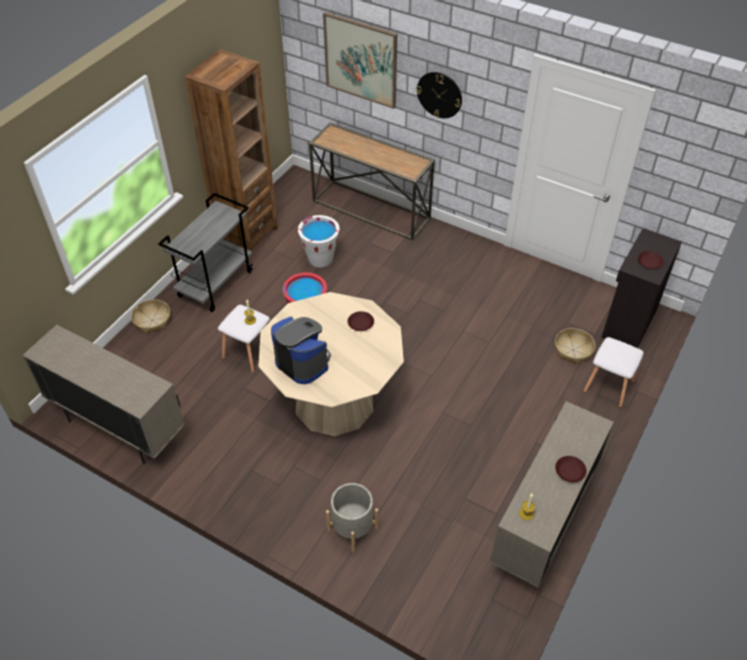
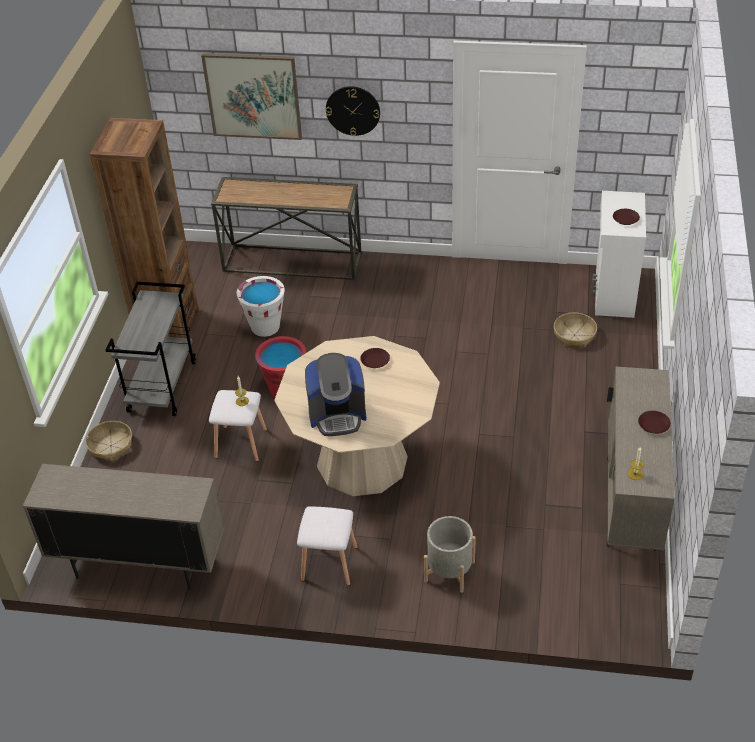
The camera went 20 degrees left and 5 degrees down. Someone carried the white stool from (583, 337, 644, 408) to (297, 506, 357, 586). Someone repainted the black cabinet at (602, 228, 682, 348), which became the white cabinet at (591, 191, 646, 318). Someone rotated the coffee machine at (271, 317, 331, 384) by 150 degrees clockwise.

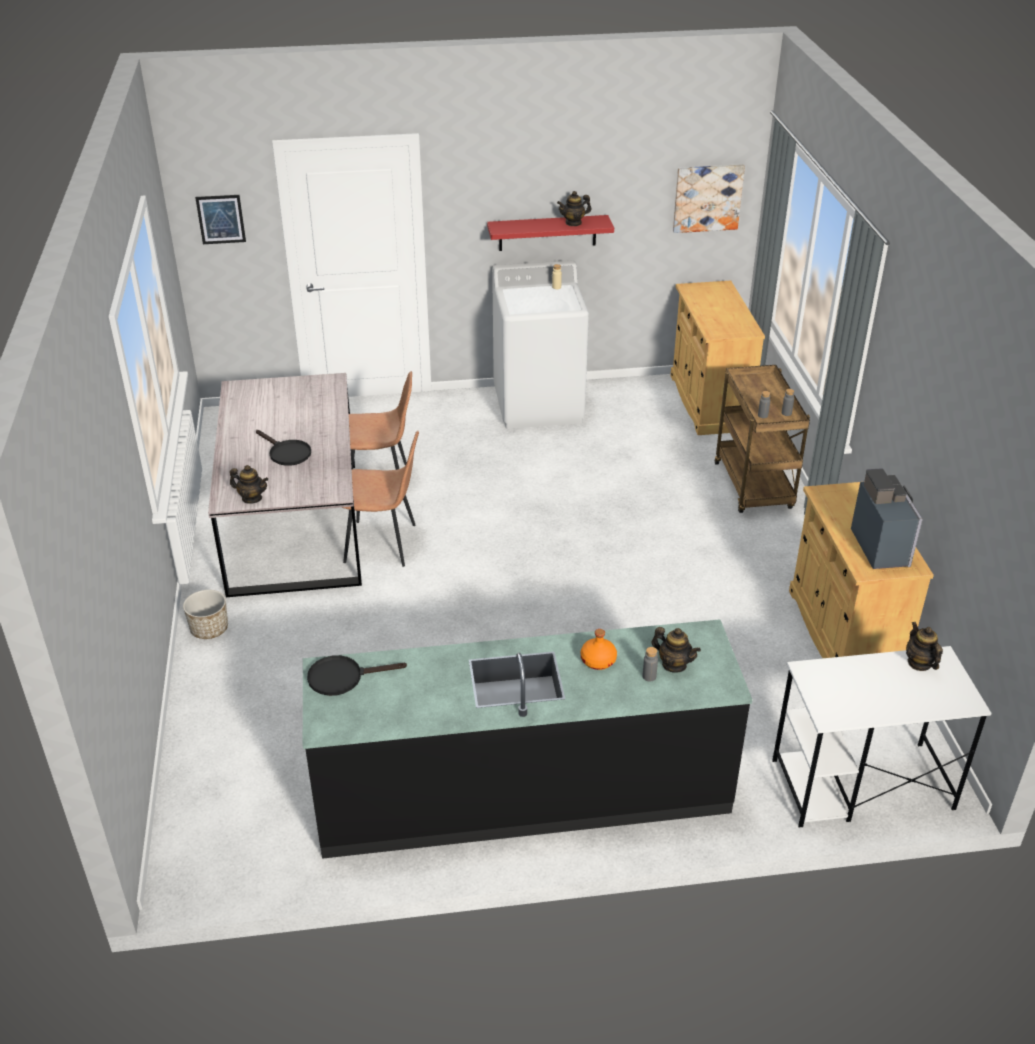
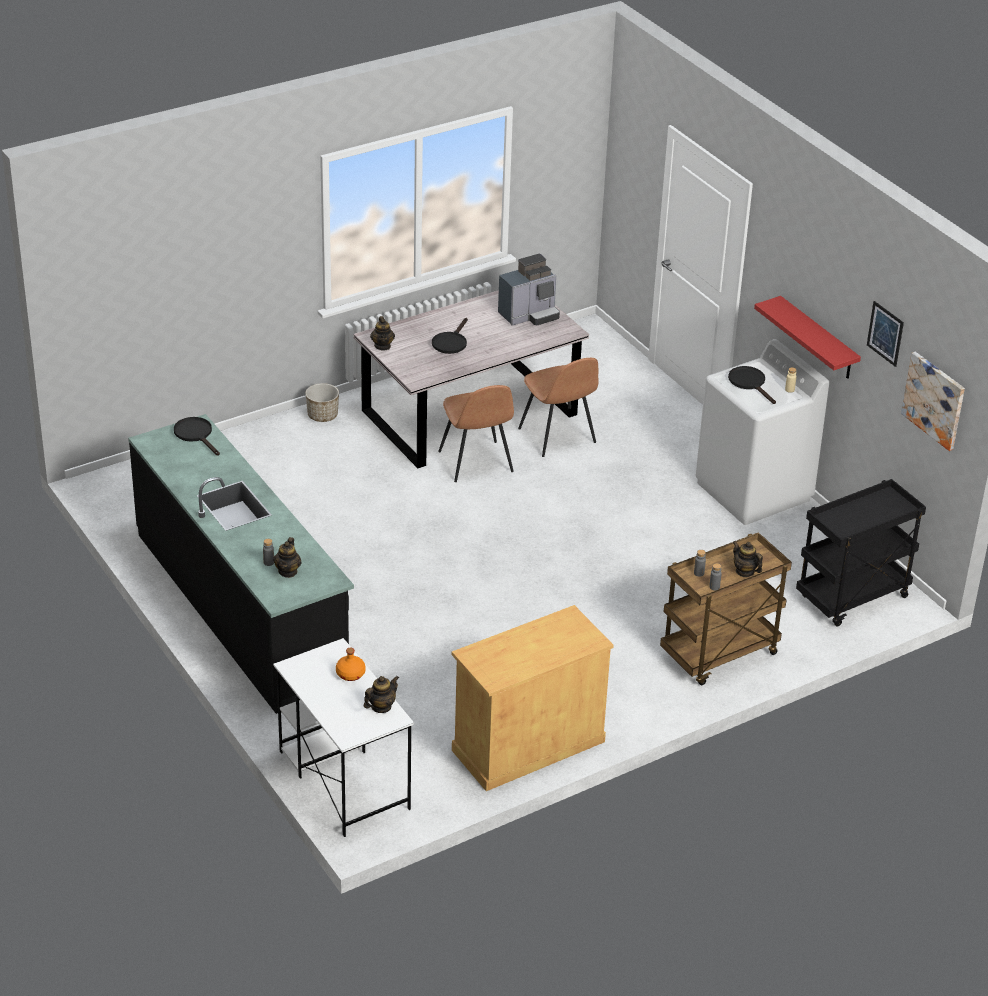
The camera went 65 degrees right and 0 degrees up. Someone put down the black frying pan at (728, 366, 776, 404). Someone carried the picture from (195, 195, 246, 244) to (867, 301, 904, 367). Someone carried the teapot from (557, 191, 591, 226) to (733, 541, 763, 577). Someone carried the orange bottle from (581, 629, 617, 670) to (336, 648, 366, 681). Someone carried the coffee machine from (851, 468, 923, 569) to (498, 254, 560, 326). Someone swapped the beige cabinet at (671, 281, 765, 435) for the black cart at (796, 479, 926, 627).

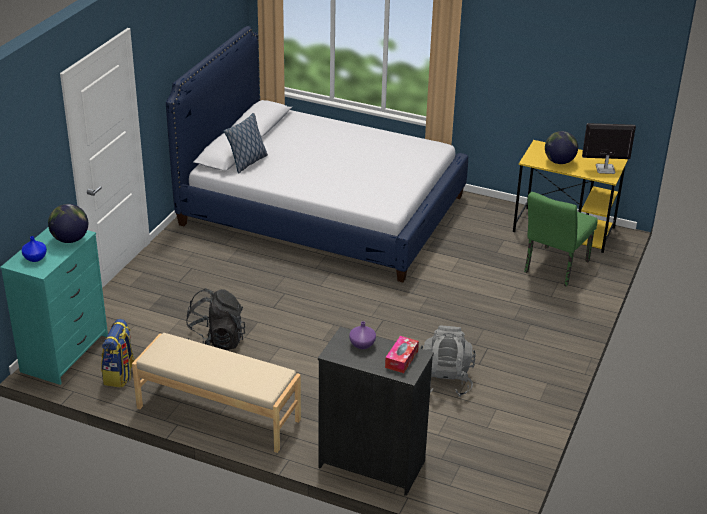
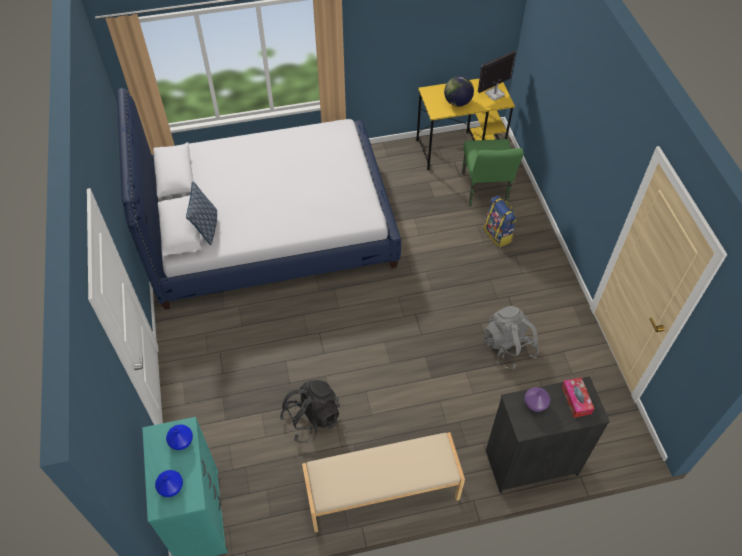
The camera went 35 degrees left and 20 degrees up. Someone carried the backpack from (101, 319, 135, 388) to (484, 196, 516, 247). Someone swapped the globe at (48, 204, 88, 243) for the blue vase at (166, 424, 193, 450).

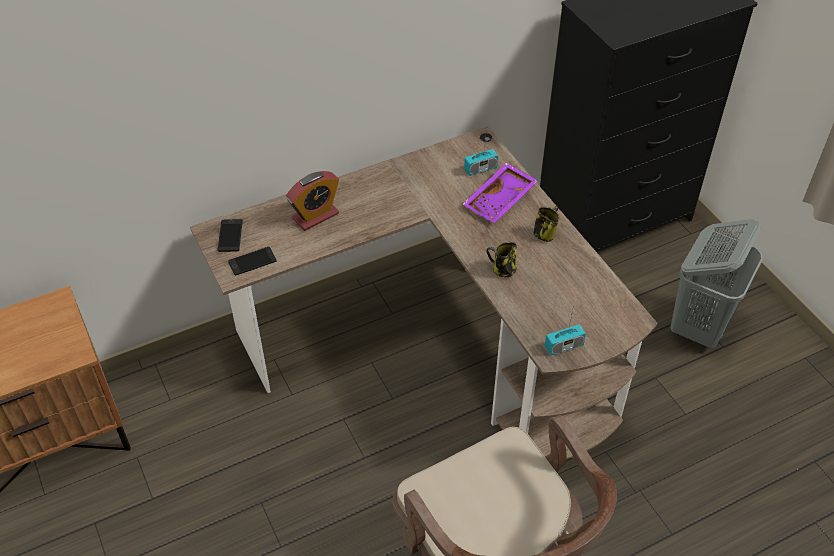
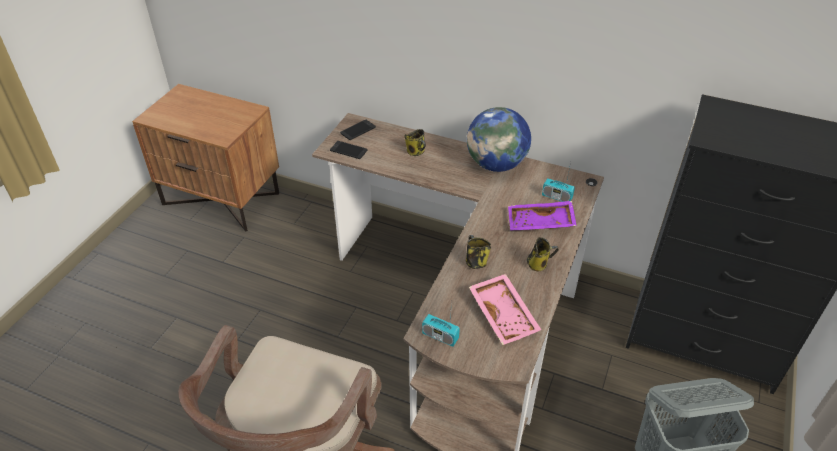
The camera went 50 degrees right and 5 degrees down. Someone put down the globe at (467, 107, 531, 172). Someone put down the pink tray at (469, 274, 541, 345). Someone swapped the alarm clock at (286, 171, 339, 231) for the mug at (405, 129, 426, 156).

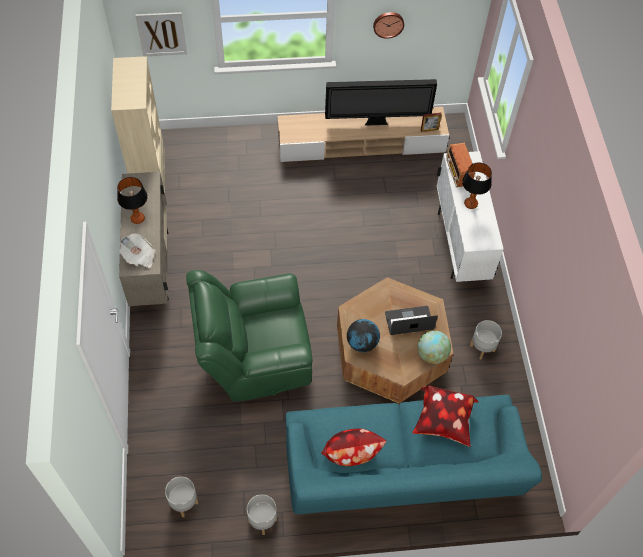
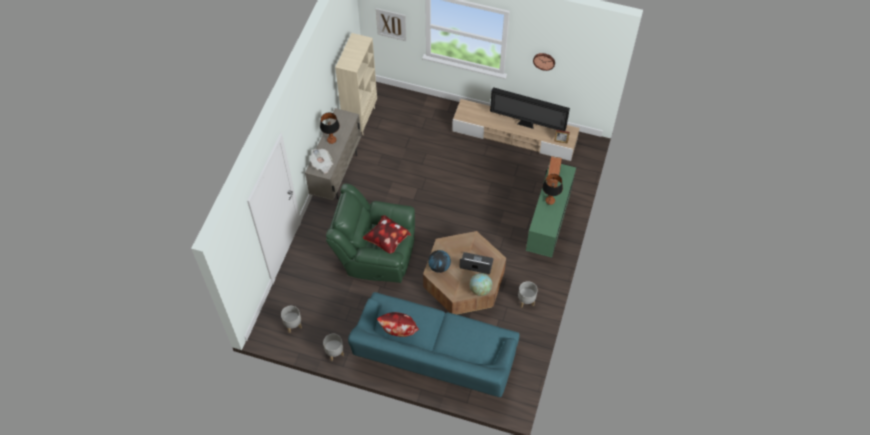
The camera went 25 degrees right and 0 degrees up. Someone carried the pillow from (412, 386, 479, 447) to (363, 215, 411, 254). Someone repainted the white cabinet at (436, 151, 504, 282), which became the green cabinet at (526, 164, 576, 258).

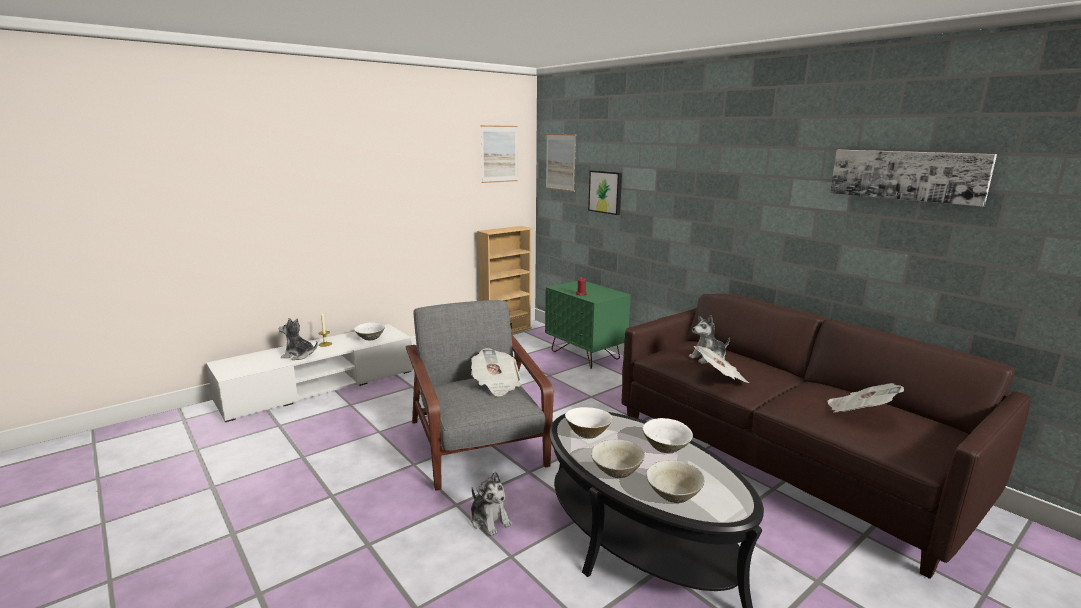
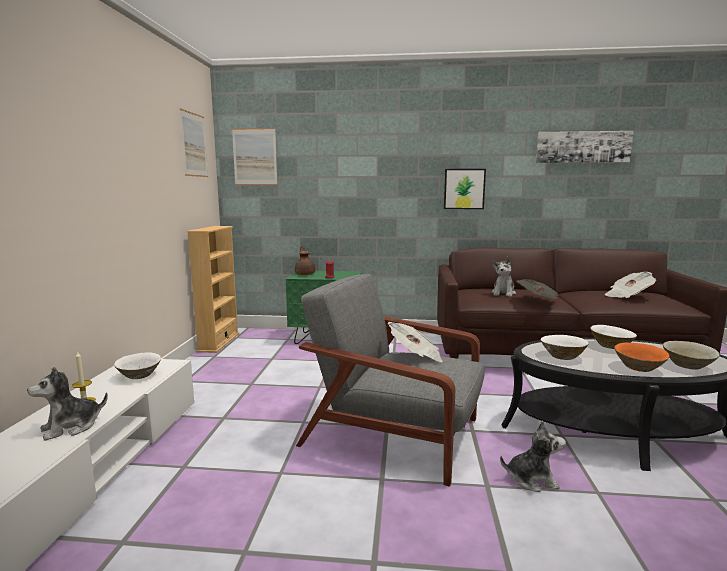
The camera went 45 degrees left and 5 degrees down. Someone put down the brown teapot at (295, 245, 315, 275). Someone carried the picture from (588, 170, 622, 215) to (444, 169, 486, 209). Someone repainted the beige bowl at (591, 439, 645, 478), which became the orange bowl at (614, 343, 670, 372).

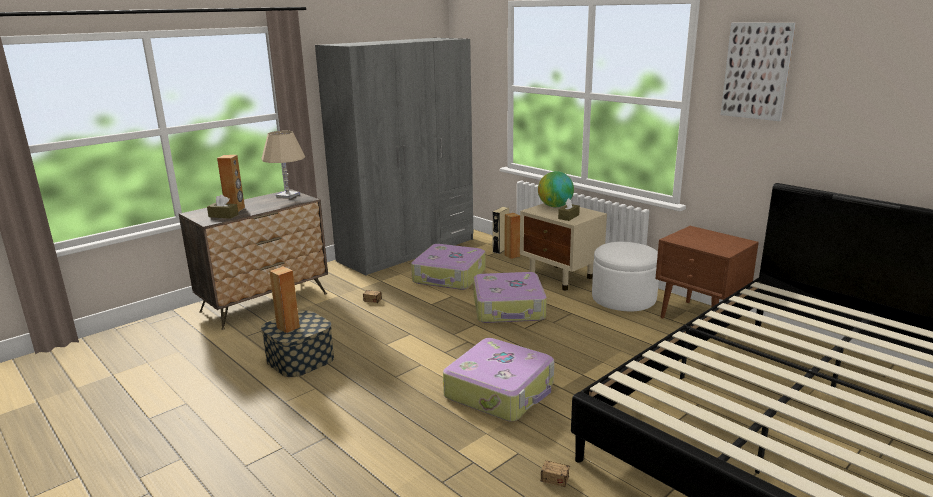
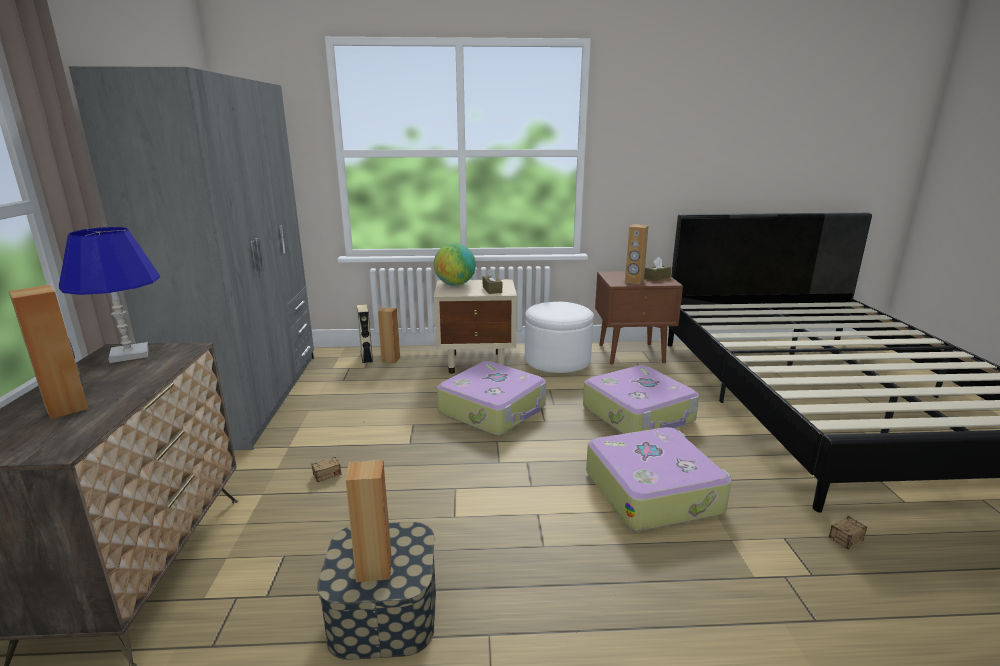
The camera went 50 degrees left and 0 degrees up. Someone took away the picture at (721, 23, 796, 121). Someone put down the brown speaker at (625, 224, 648, 284). Someone carried the brown tissue box from (207, 195, 239, 219) to (644, 257, 672, 281). Someone carried the suitcase from (411, 244, 486, 290) to (583, 365, 699, 434). Someone repainted the beige table lamp at (261, 131, 305, 199), which became the blue table lamp at (59, 227, 160, 363).

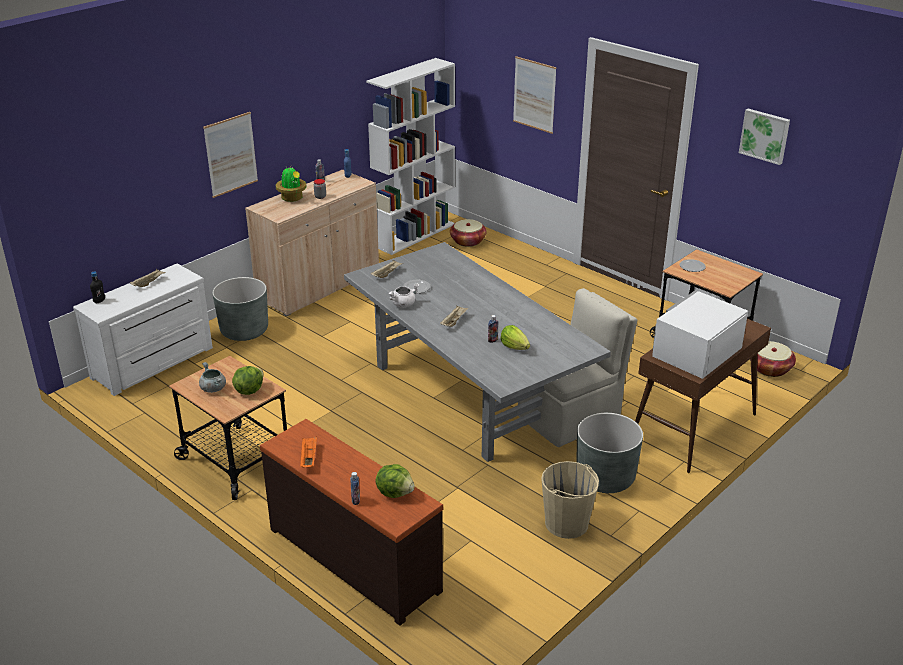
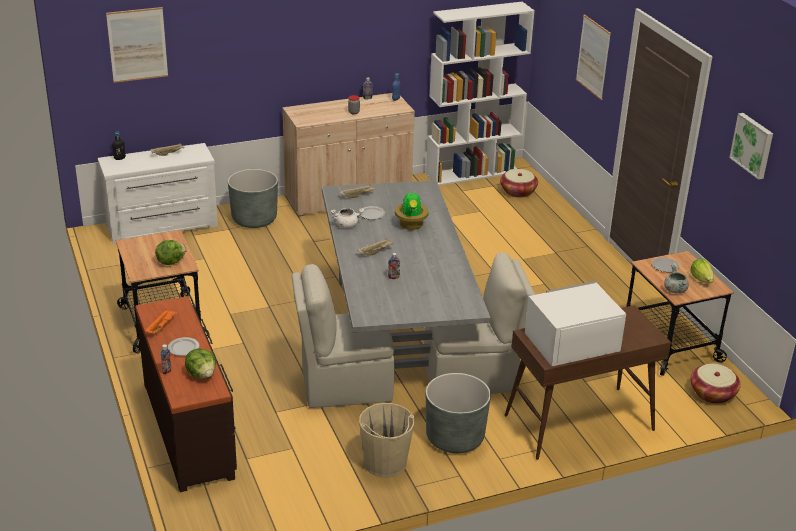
The camera went 25 degrees right and 0 degrees up. Someone put down the plate at (168, 337, 200, 356). Someone put down the beige chair at (292, 264, 394, 408). Someone carried the grey cooking pot from (199, 362, 226, 393) to (664, 265, 689, 293). Someone carried the picture from (203, 112, 258, 198) to (106, 7, 168, 83). Someone carried the potted plant from (276, 167, 306, 202) to (395, 190, 429, 230). Someone carried the lettuce from (501, 325, 530, 350) to (691, 259, 714, 283).

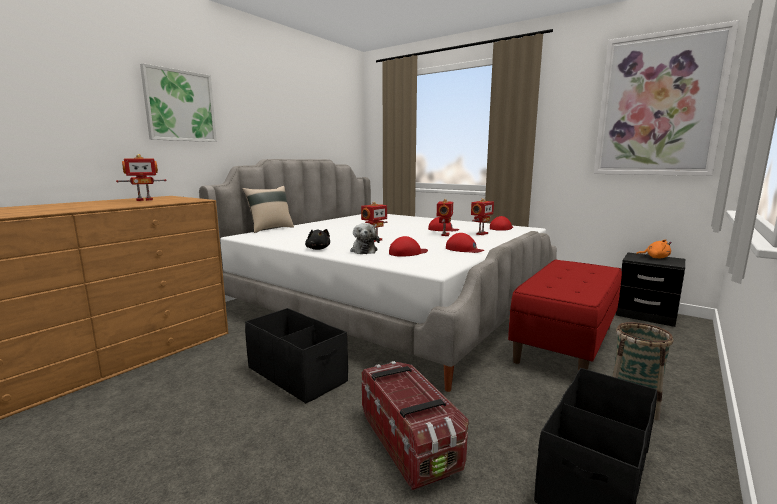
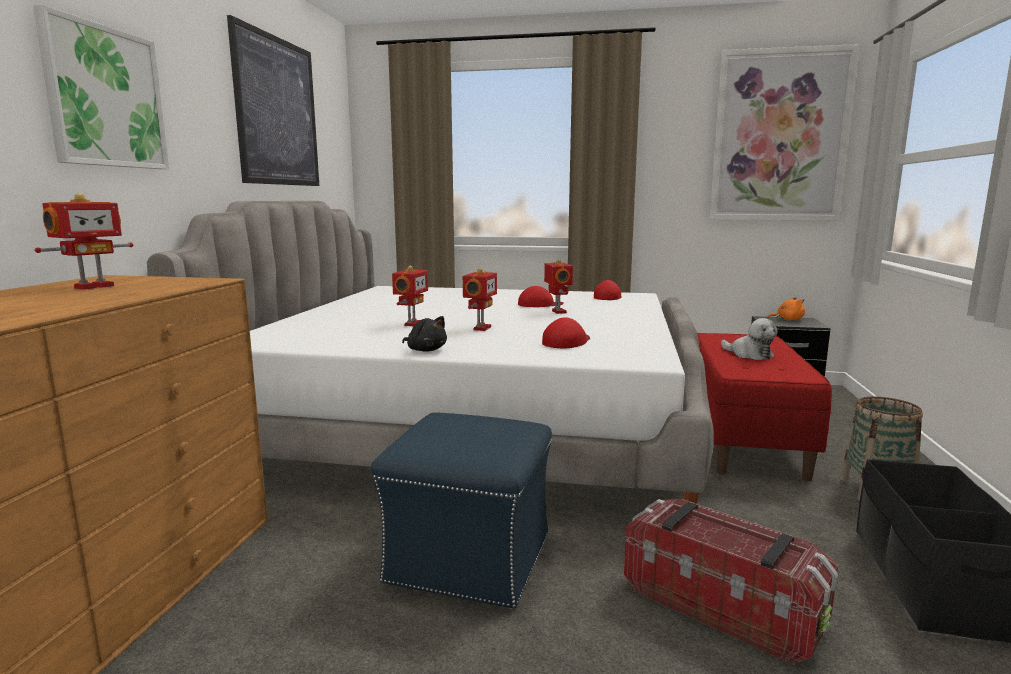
The camera went 25 degrees left and 0 degrees up. Someone took away the beige pillow at (242, 186, 294, 233). Someone took away the red cap at (446, 233, 485, 253). Someone put up the picture at (227, 15, 319, 186). Someone carried the plush toy from (350, 223, 380, 254) to (721, 318, 778, 360). Someone carried the toy robot from (471, 198, 494, 235) to (392, 266, 428, 326). Someone swapped the black storage box at (245, 308, 348, 404) for the blue ottoman at (371, 412, 552, 609).

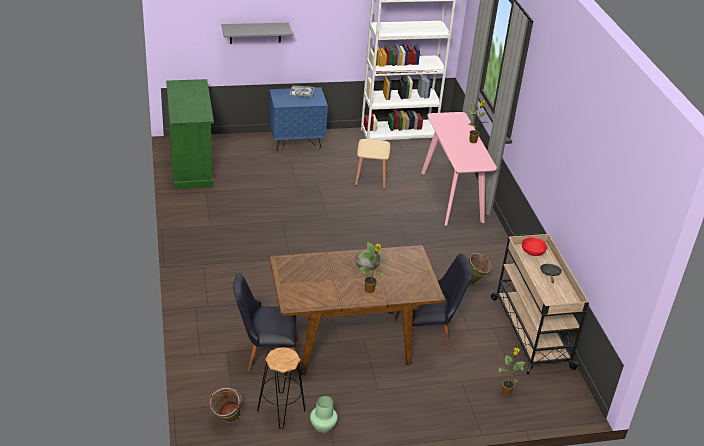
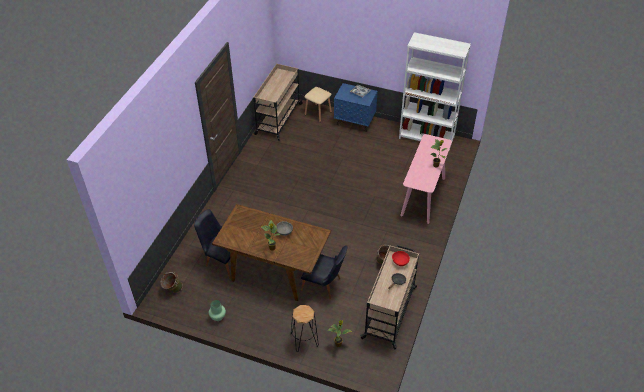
The camera went 35 degrees right and 10 degrees up. Someone took away the grey shelf at (222, 23, 293, 44). Someone carried the black stool from (257, 347, 305, 429) to (291, 305, 319, 352). Someone carried the beige stool from (355, 139, 390, 188) to (304, 87, 332, 122). Someone swapped the green cabinet at (166, 79, 214, 189) for the beige cart at (253, 64, 303, 141).

